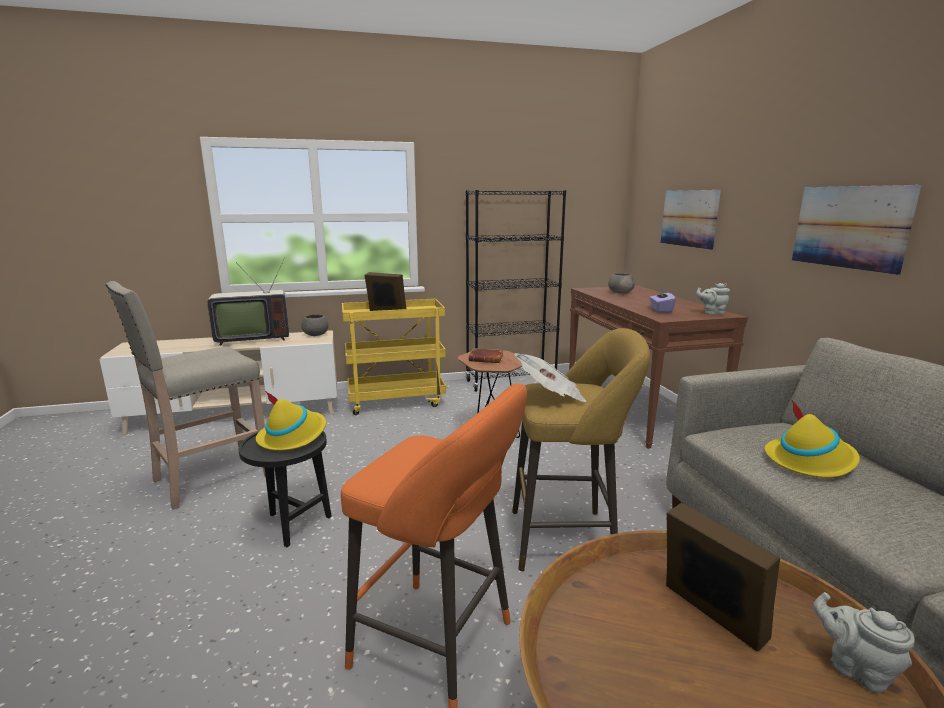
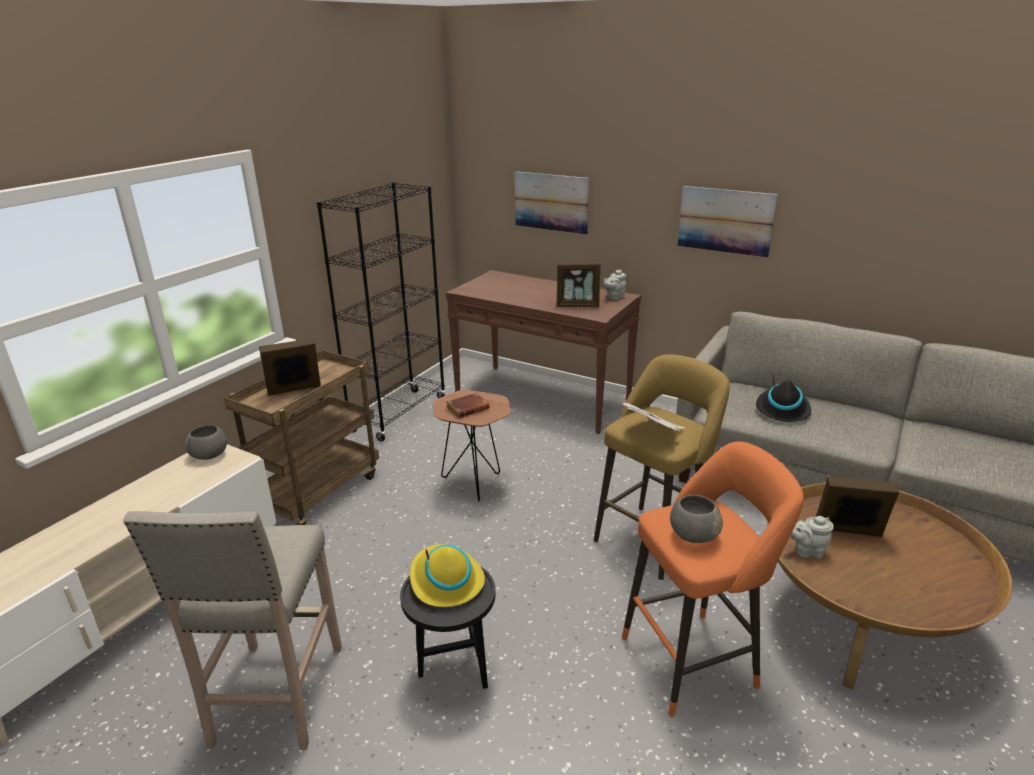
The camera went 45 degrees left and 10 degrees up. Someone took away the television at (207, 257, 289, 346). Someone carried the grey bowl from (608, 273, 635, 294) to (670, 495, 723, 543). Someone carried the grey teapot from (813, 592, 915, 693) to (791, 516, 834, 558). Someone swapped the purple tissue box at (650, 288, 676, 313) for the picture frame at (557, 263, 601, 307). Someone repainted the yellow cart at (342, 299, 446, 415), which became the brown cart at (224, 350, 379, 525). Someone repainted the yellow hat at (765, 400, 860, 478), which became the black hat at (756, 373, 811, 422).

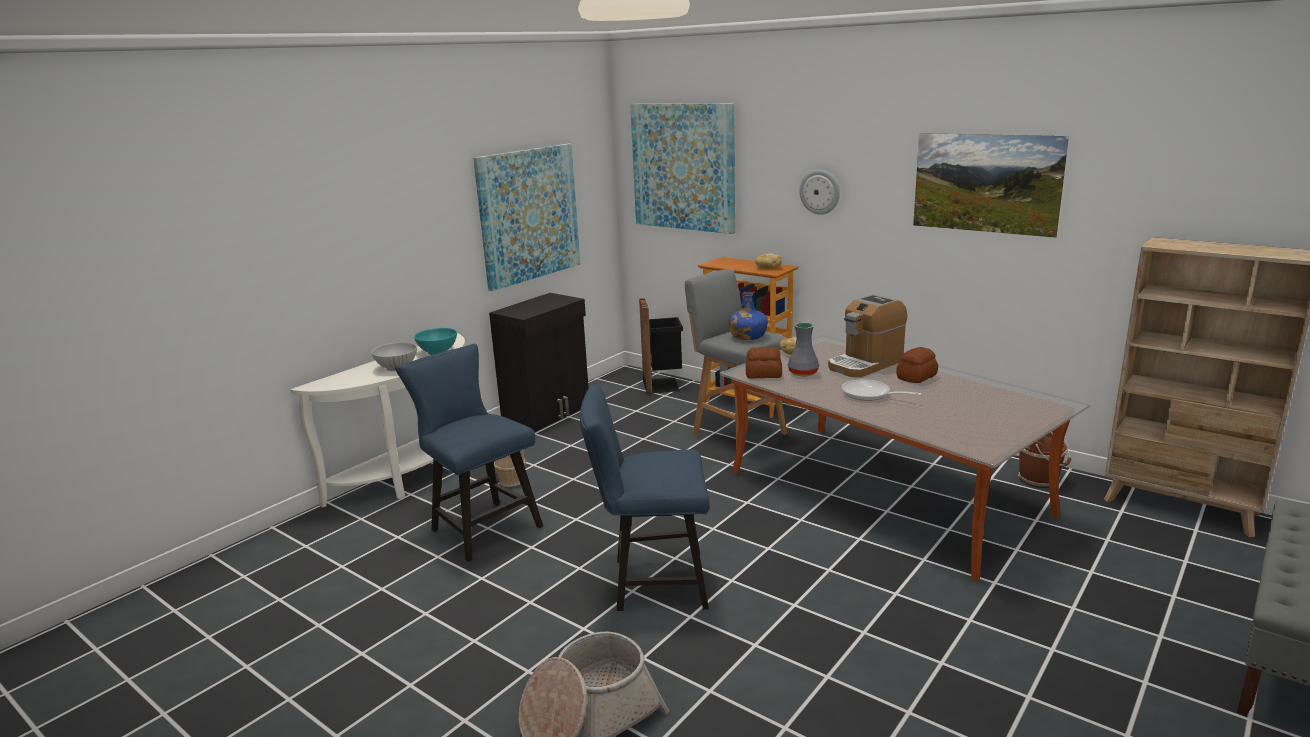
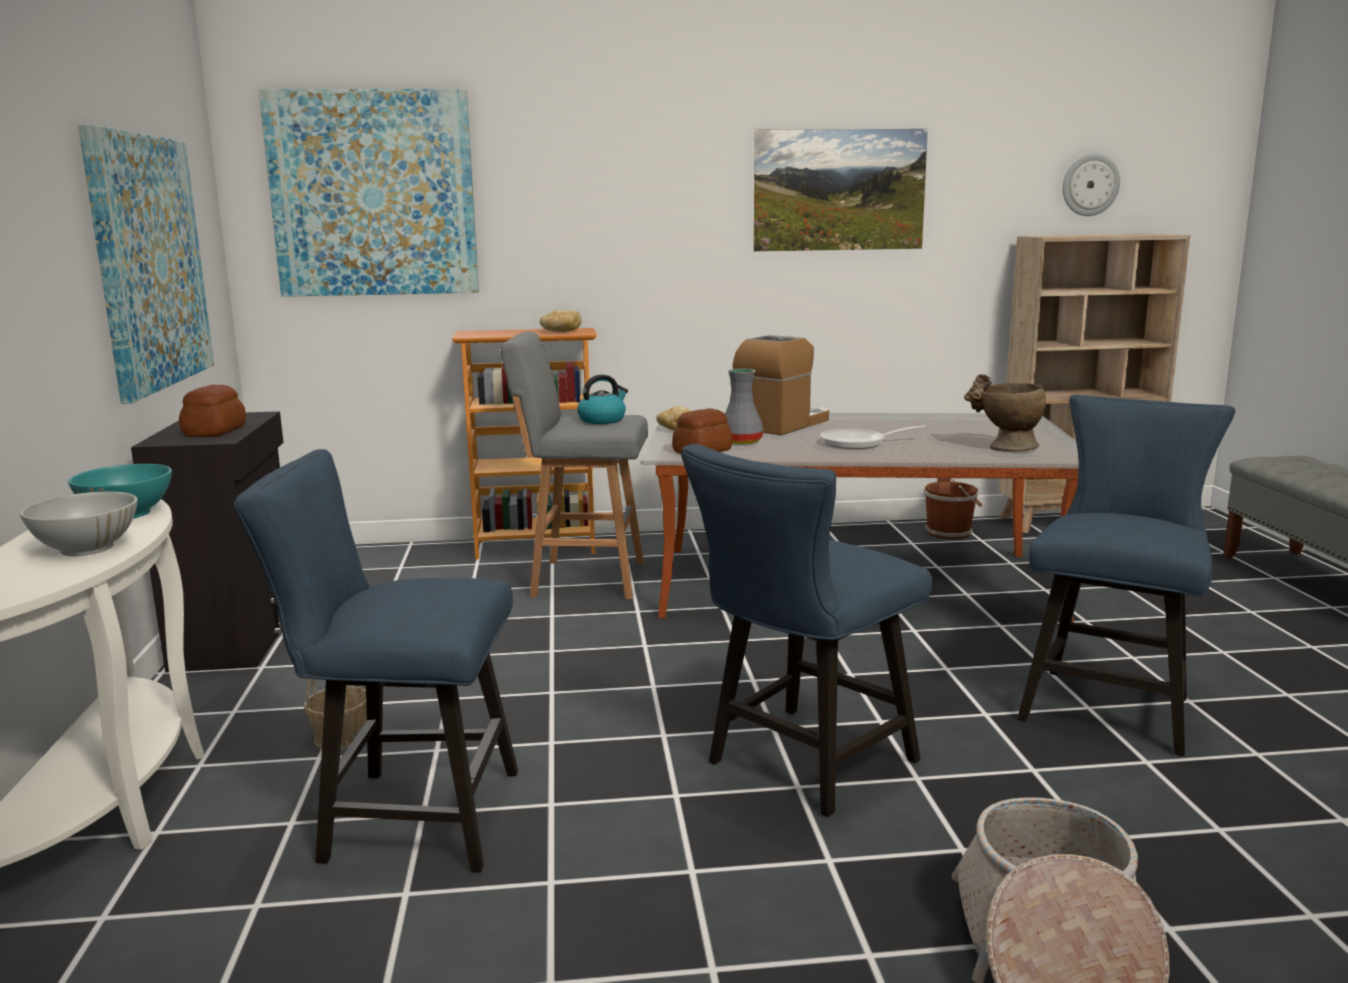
The camera went 45 degrees left and 5 degrees down. Someone took away the black trash can at (639, 298, 683, 394). Someone put down the beige vase at (964, 374, 1046, 452). Someone put down the blue chair at (1017, 395, 1235, 756). Someone carried the wall clock from (799, 170, 840, 215) to (1063, 154, 1120, 216). Someone carried the bread from (896, 347, 938, 383) to (179, 385, 246, 437). Someone swapped the blue bottle at (728, 292, 768, 340) for the kettle at (577, 375, 628, 424). Someone rotated the coffee machine at (828, 294, 907, 377) by 150 degrees counterclockwise.

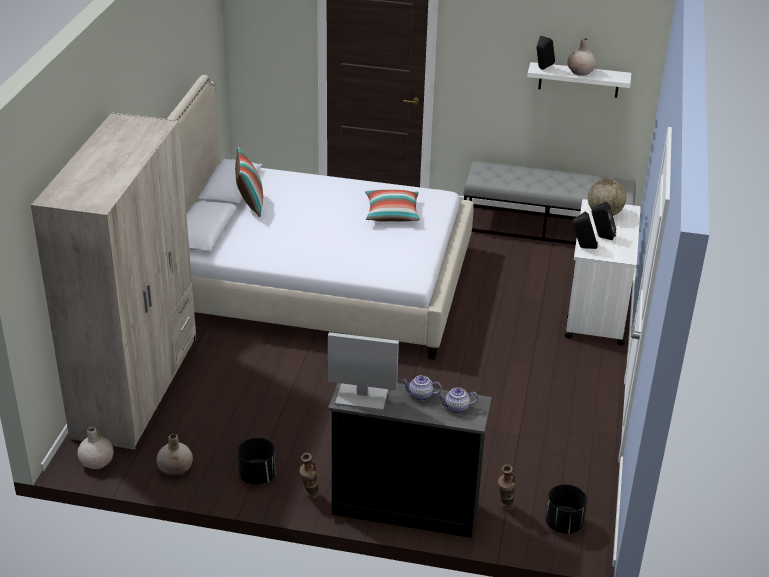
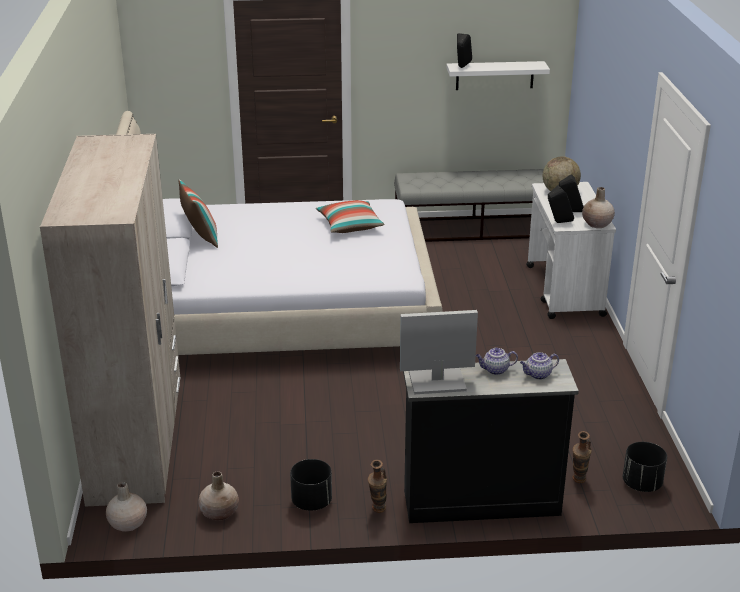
The camera went 15 degrees left and 5 degrees down. Someone carried the beige vase from (567, 38, 597, 76) to (582, 187, 615, 228).

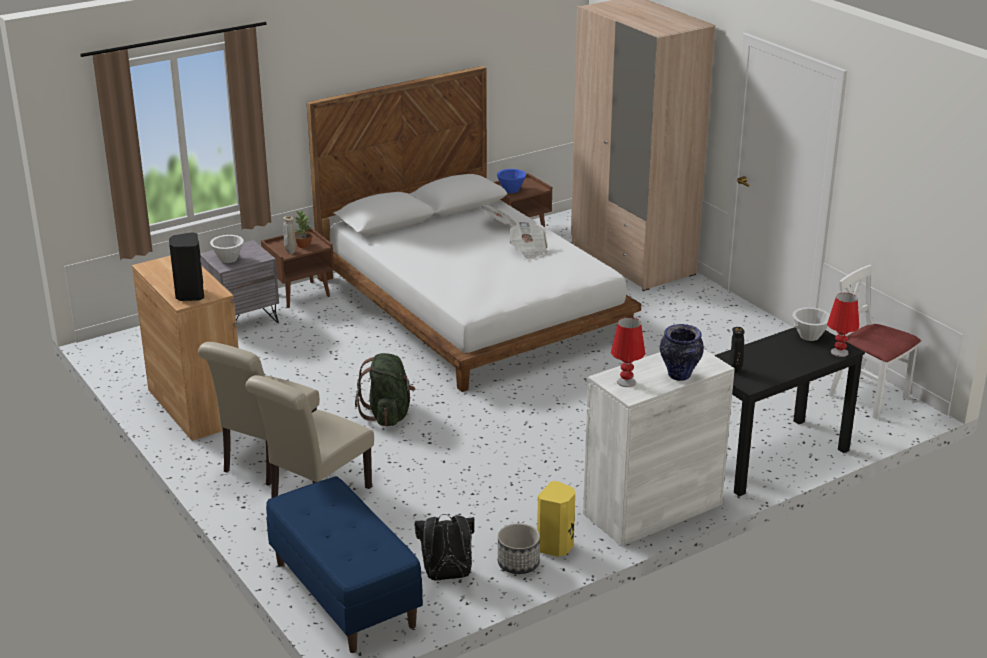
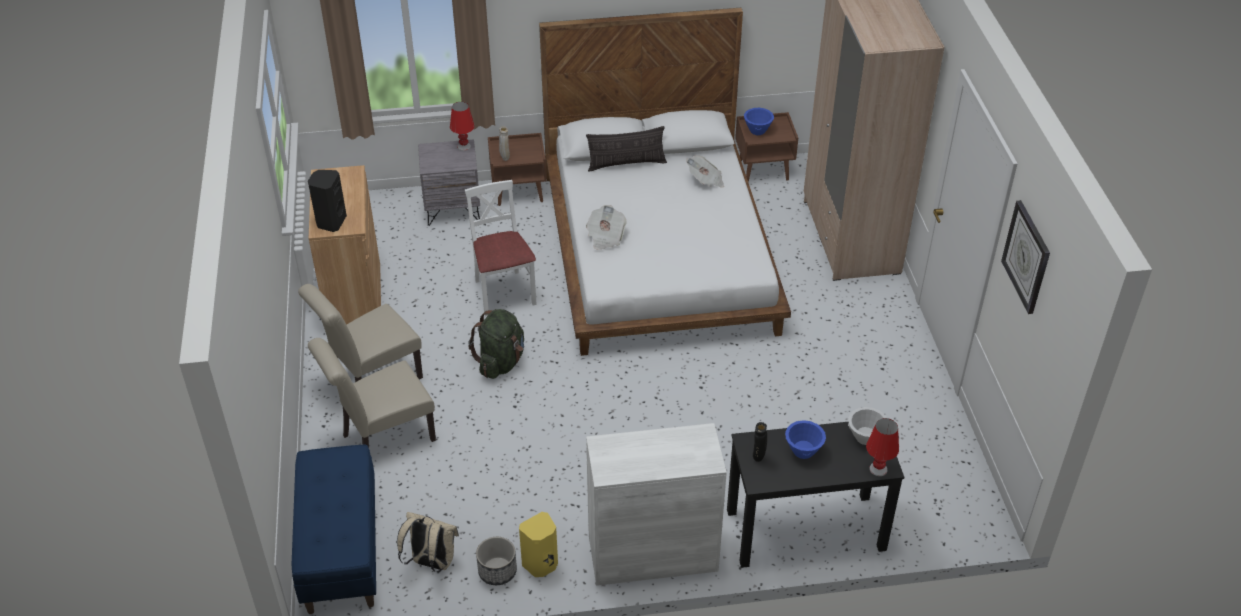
The camera went 25 degrees right and 15 degrees up. Someone took away the white bowl at (210, 235, 244, 263). Someone took away the potted plant at (295, 211, 312, 248). Someone took away the vase at (660, 324, 704, 381). Someone put down the pillow at (586, 126, 667, 171). Someone put down the blue bowl at (785, 420, 826, 459). Someone put up the wall clock at (1001, 200, 1050, 314). Someone carried the newspaper from (509, 221, 548, 260) to (586, 205, 627, 250). Someone carried the red table lamp from (611, 317, 645, 387) to (450, 102, 475, 151). Someone carried the white chair from (828, 265, 921, 419) to (465, 180, 537, 317). Someone repainted the black backpack at (414, 514, 475, 581), which became the beige backpack at (397, 512, 459, 572).

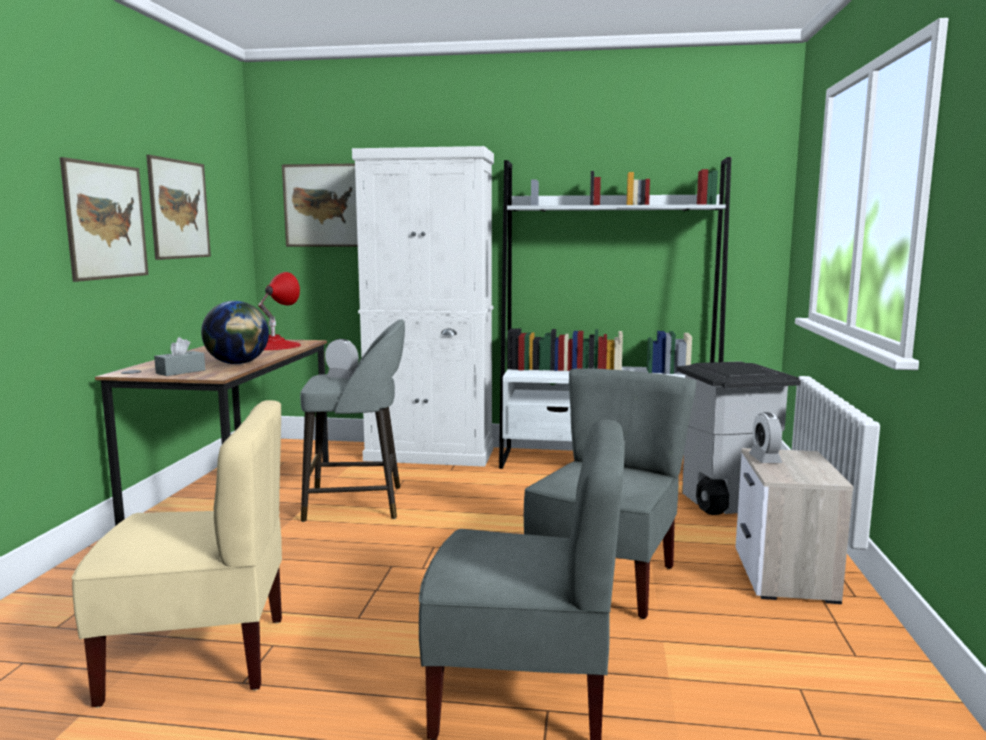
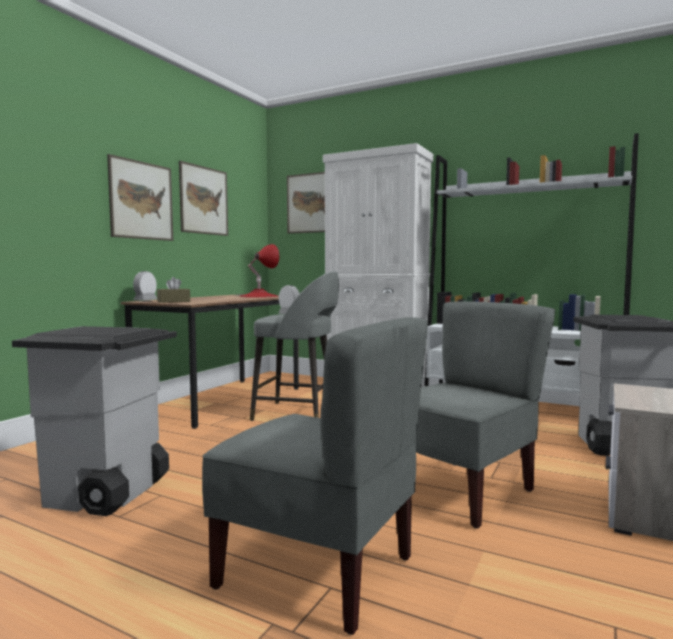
The camera went 20 degrees right and 5 degrees down. Someone took away the globe at (201, 301, 269, 364). Someone carried the alarm clock from (749, 412, 783, 463) to (133, 271, 157, 300). Someone swapped the beige chair at (72, 400, 282, 708) for the grey trash can at (12, 326, 177, 516). Someone repainted the grey tissue box at (154, 337, 205, 376), which became the brown tissue box at (157, 277, 190, 303).

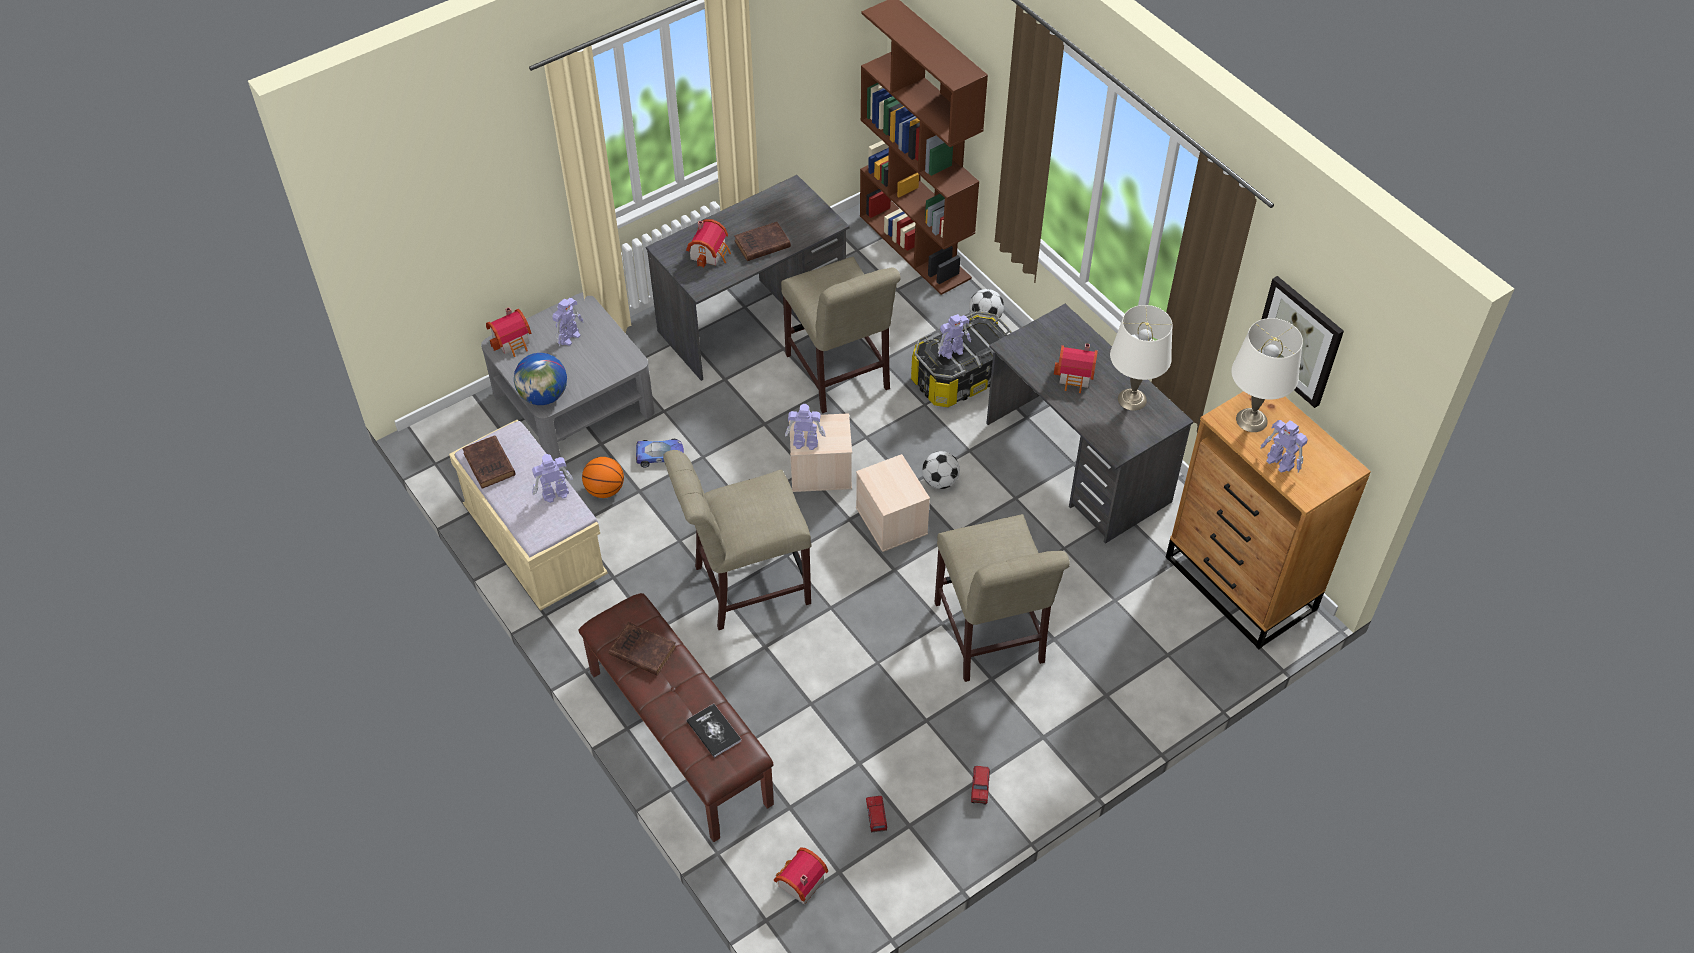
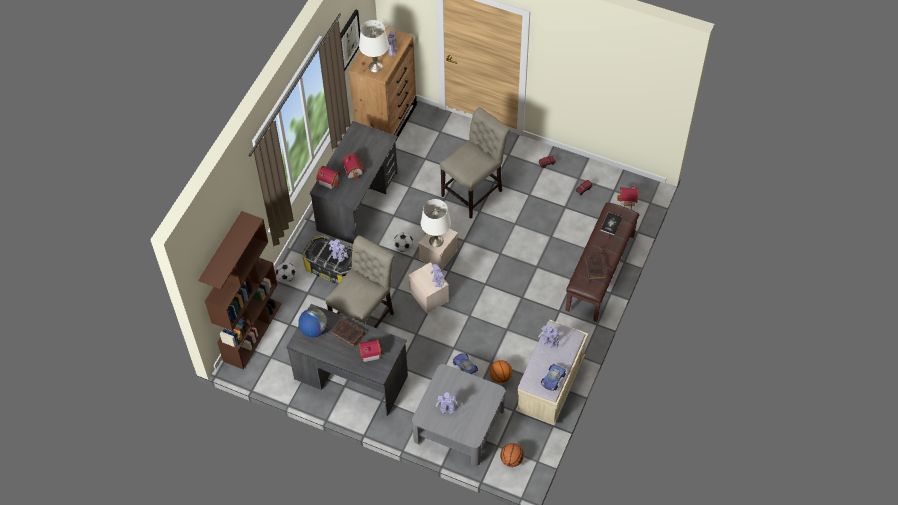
The camera went 120 degrees left and 5 degrees up. Someone took away the beige chair at (663, 450, 812, 630). Someone put down the basketball at (500, 443, 524, 467). Someone carried the toy house from (486, 307, 531, 357) to (316, 166, 341, 189). Someone carried the globe from (514, 353, 567, 405) to (298, 308, 328, 338). Someone carried the white table lamp from (1110, 305, 1173, 411) to (421, 199, 451, 247). Someone swapped the brown book at (462, 435, 516, 489) for the toy car at (541, 364, 566, 391).

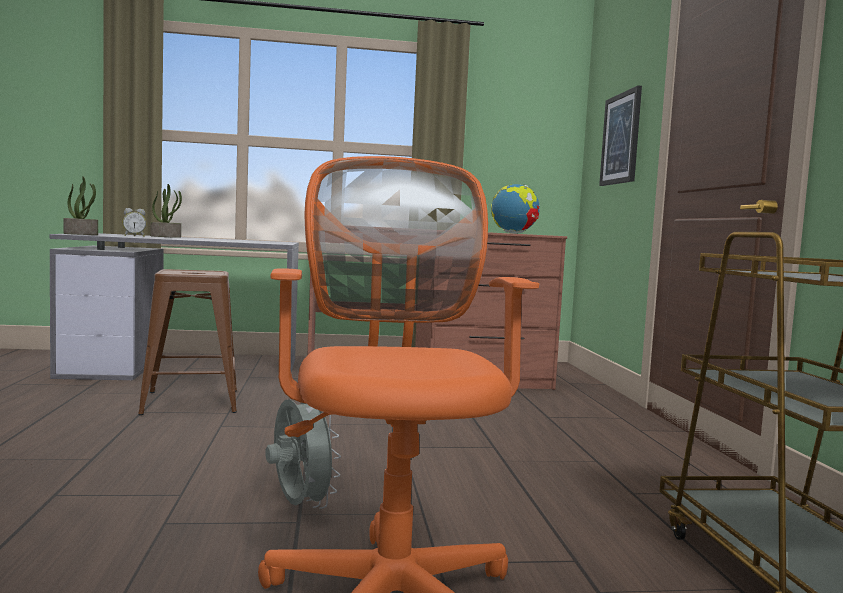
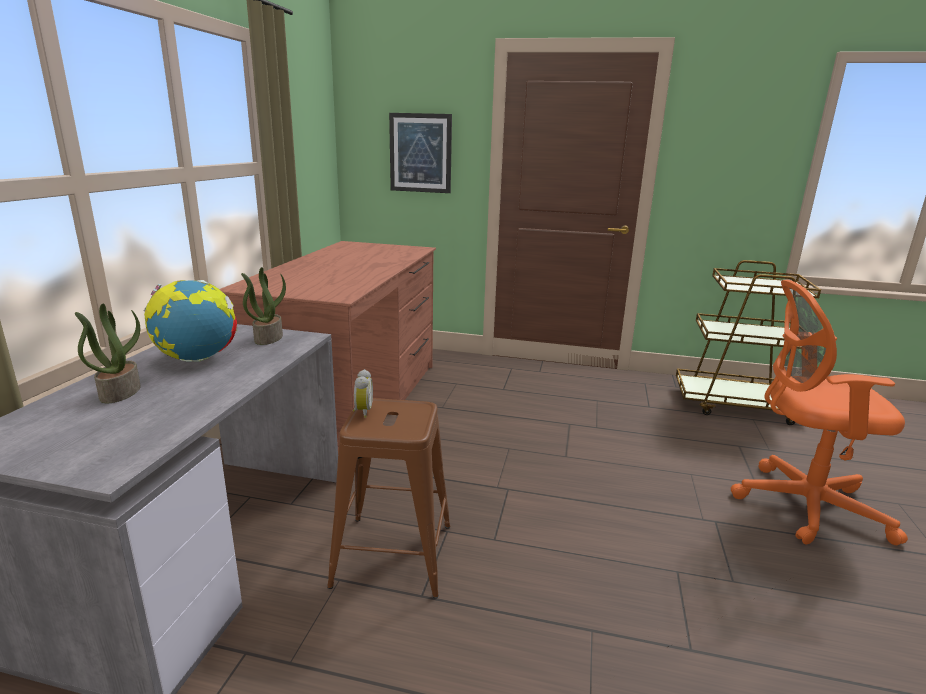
The camera went 70 degrees left and 15 degrees up. Someone took away the grey fan at (265, 399, 341, 509). Someone carried the potted plant from (63, 177, 98, 235) to (241, 267, 286, 345). Someone carried the alarm clock from (123, 208, 146, 237) to (353, 369, 373, 418). Someone carried the globe from (491, 184, 540, 234) to (144, 280, 238, 362).

